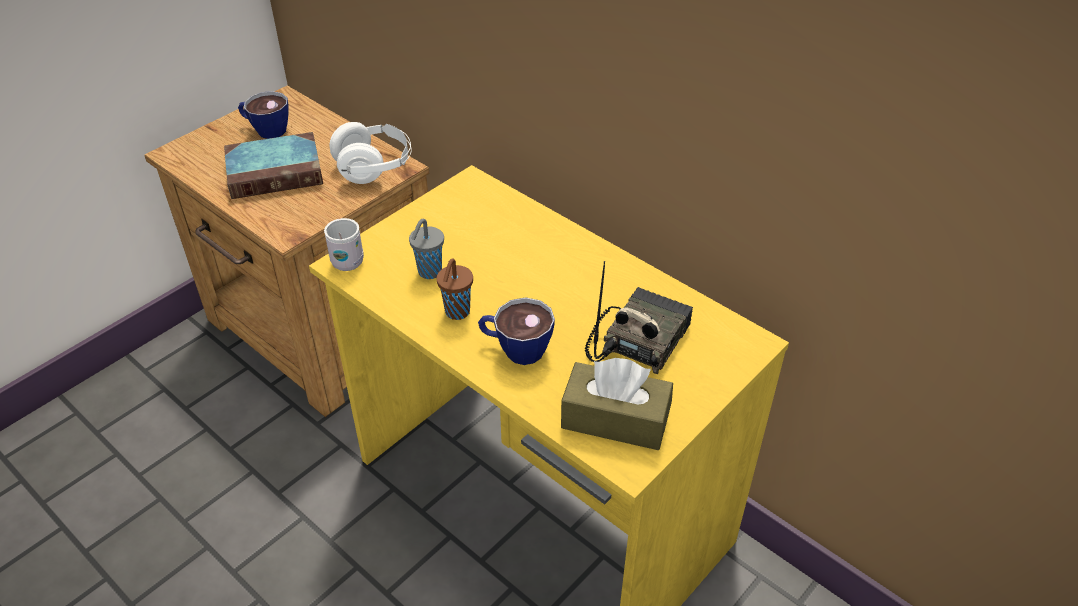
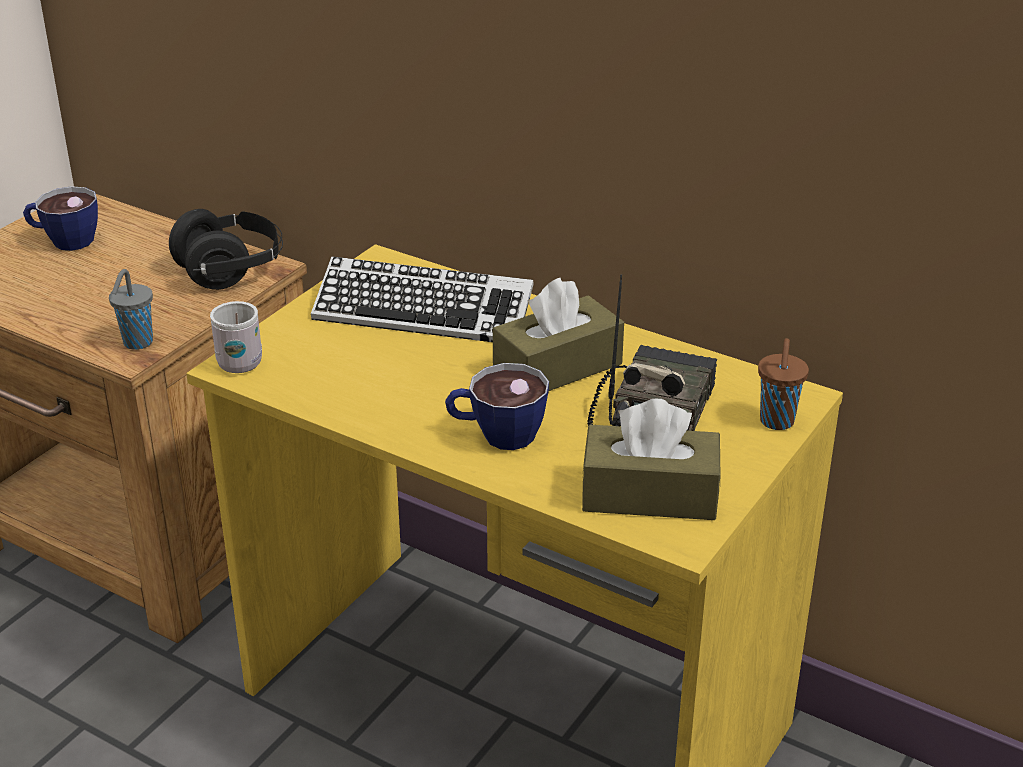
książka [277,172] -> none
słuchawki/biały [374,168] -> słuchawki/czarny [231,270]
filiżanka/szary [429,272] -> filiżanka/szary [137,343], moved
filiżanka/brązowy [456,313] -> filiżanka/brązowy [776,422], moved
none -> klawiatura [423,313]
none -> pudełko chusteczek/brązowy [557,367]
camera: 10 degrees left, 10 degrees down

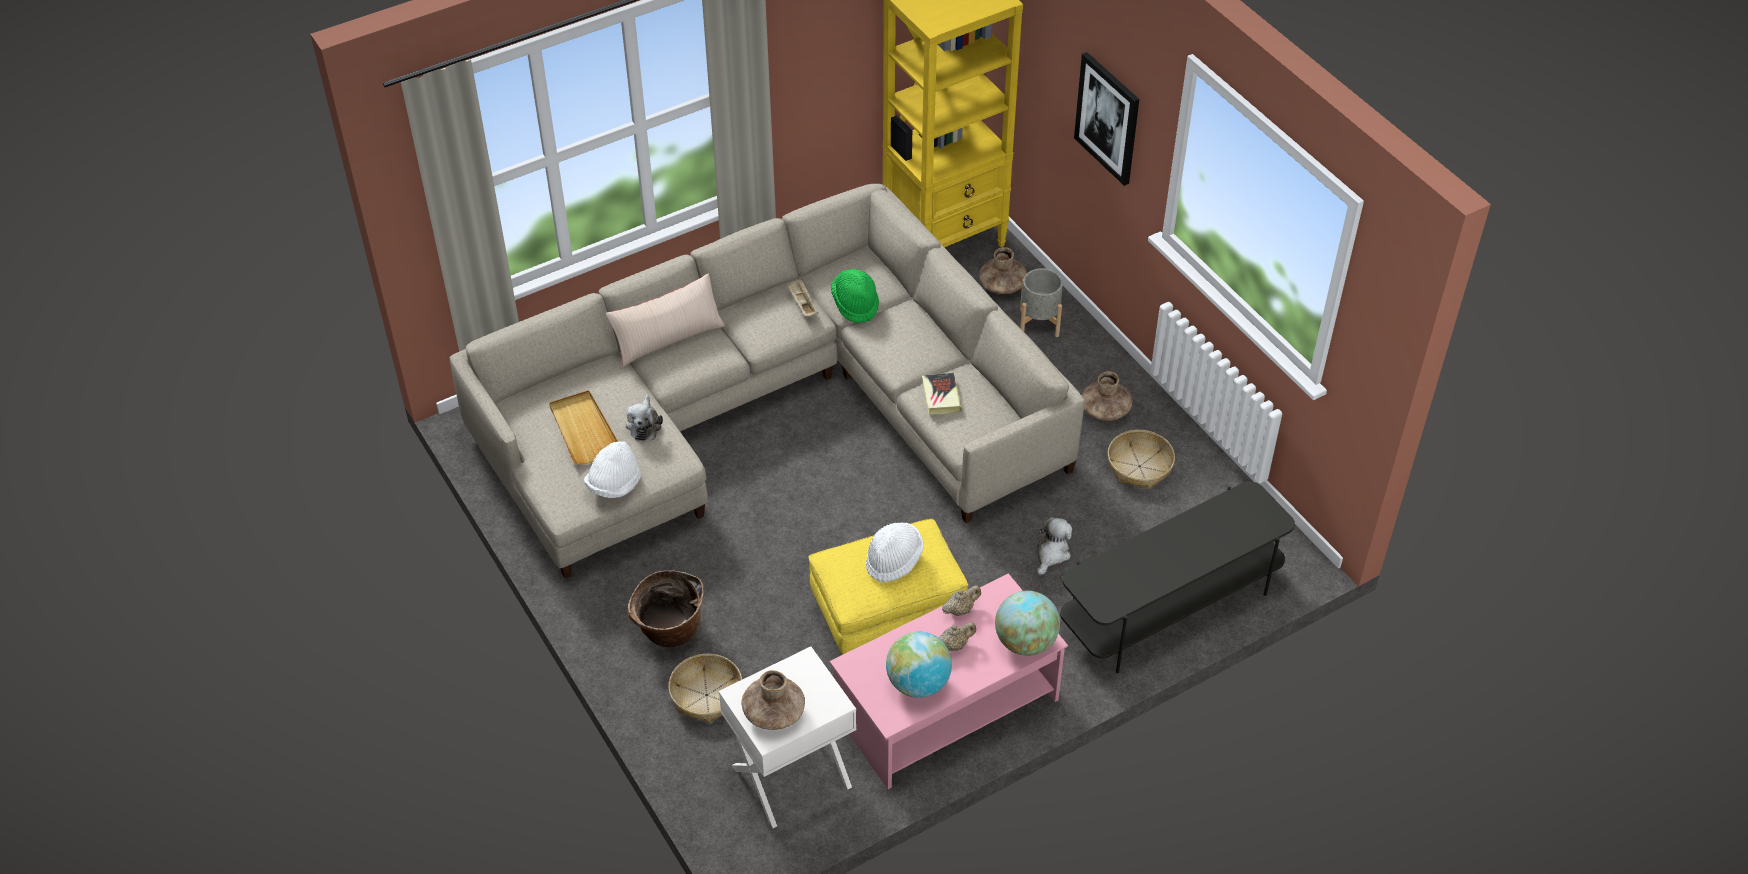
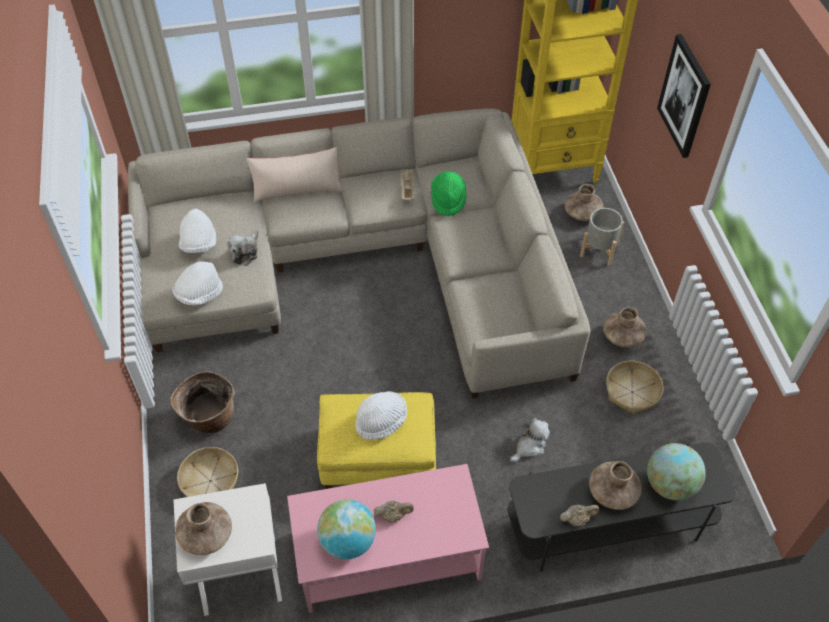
taca/beżowy [583,430] -> kapelusz/biały [199,244]
książka [941,396] -> none
imbryk/beżowy [960,610] -> imbryk/beżowy [577,519], moved
globus [1025,642] -> globus [670,484], moved
none -> wazon/brązowy [612,492]
camera: 20 degrees right, 5 degrees up

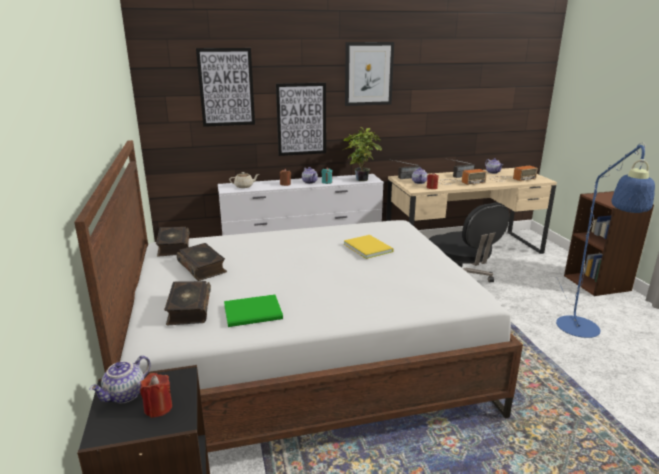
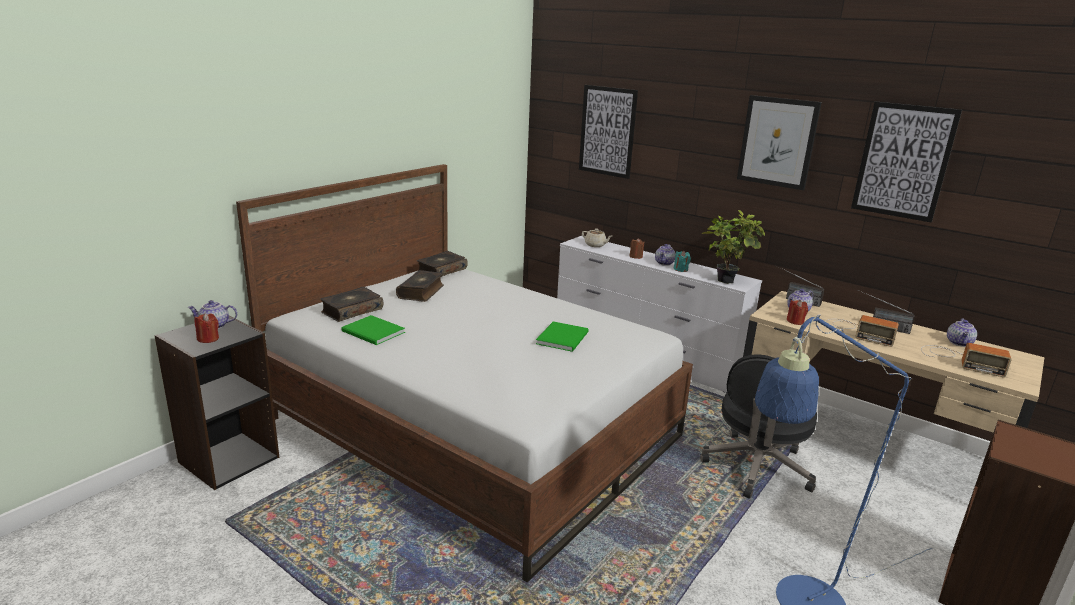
obraz [301,119] -> obraz [903,161], moved
książka/żółty [368,247] -> książka/zielony [564,338]
camera: 50 degrees right, 0 degrees up

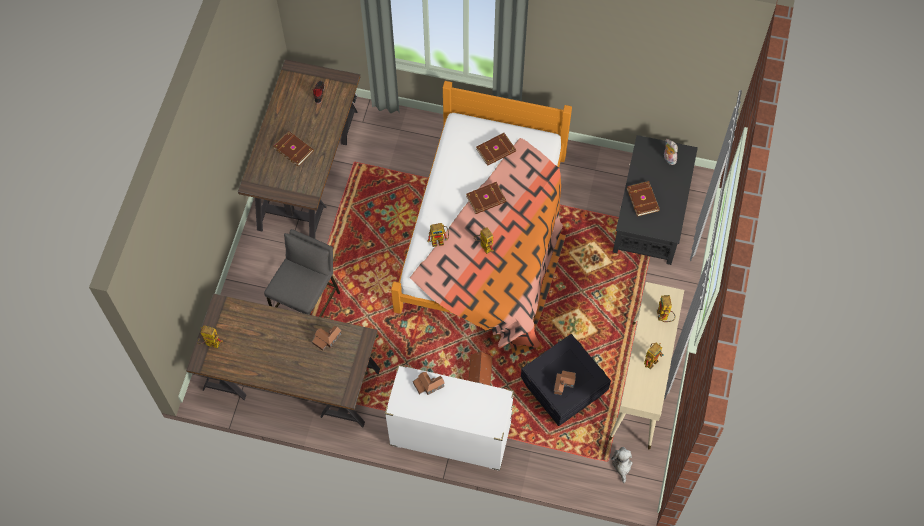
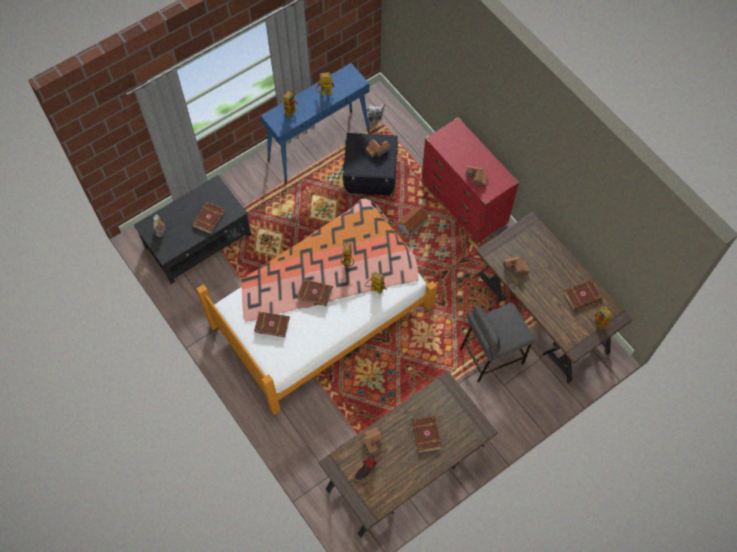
komoda/biały [450,436] -> komoda/czerwony [464,202]
stolik konsolowy/beżowy [641,385] -> stolik konsolowy/niebieski [319,146]
none -> domek [373,442]
none -> książka/brązowy [583,296]
camera: 140 degrees left, 0 degrees up

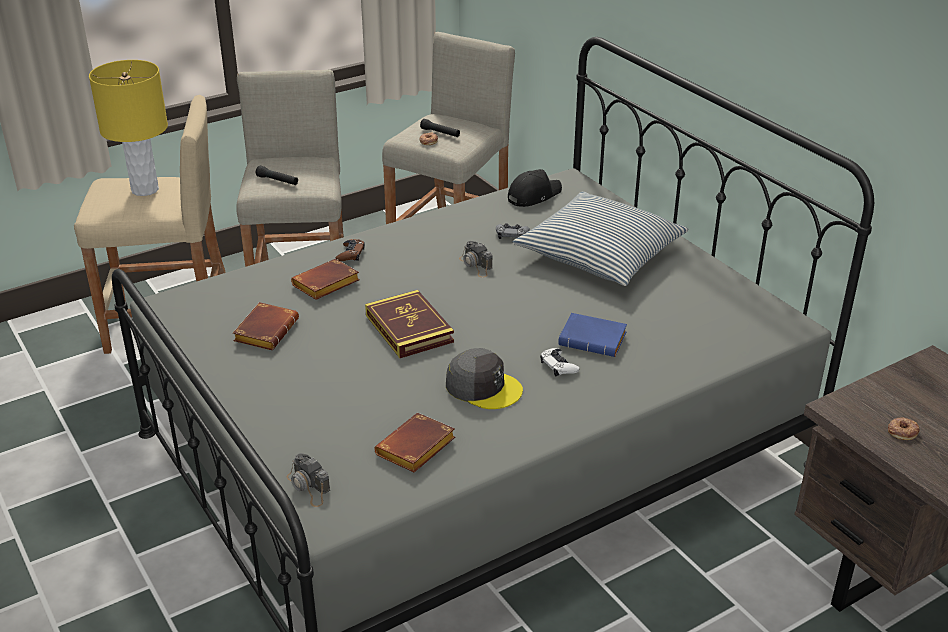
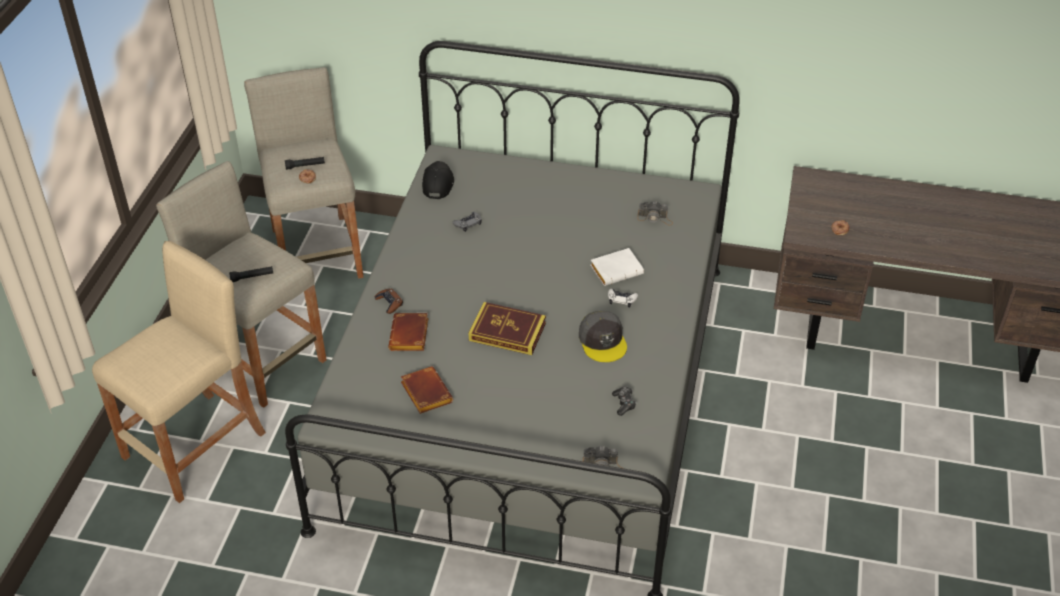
lampa stołowa/żółty [144,190] -> none
książka/brązowy [416,450] -> pad do gier [624,403]
czapka z daszkiem/szary [483,387] -> czapka z daszkiem/szary [603,341], 90 degrees clockwise
aparat fotograficzny [476,265] -> aparat fotograficzny [655,218], moved
poduszka [600,253] -> none
książka/niebieski [594,340] -> książka/biały [617,269]
camera: 45 degrees left, 10 degrees up

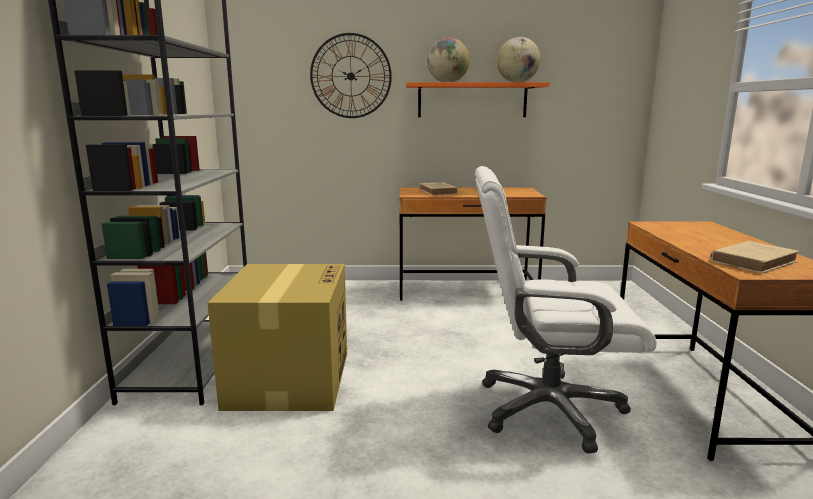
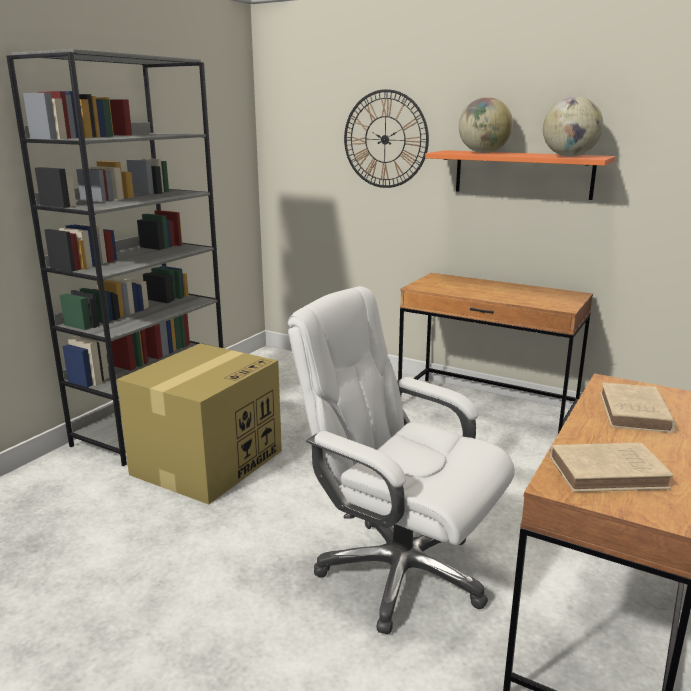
książka/beżowy [438,192] -> książka/beżowy [635,413], moved
camera: 30 degrees right, 5 degrees up

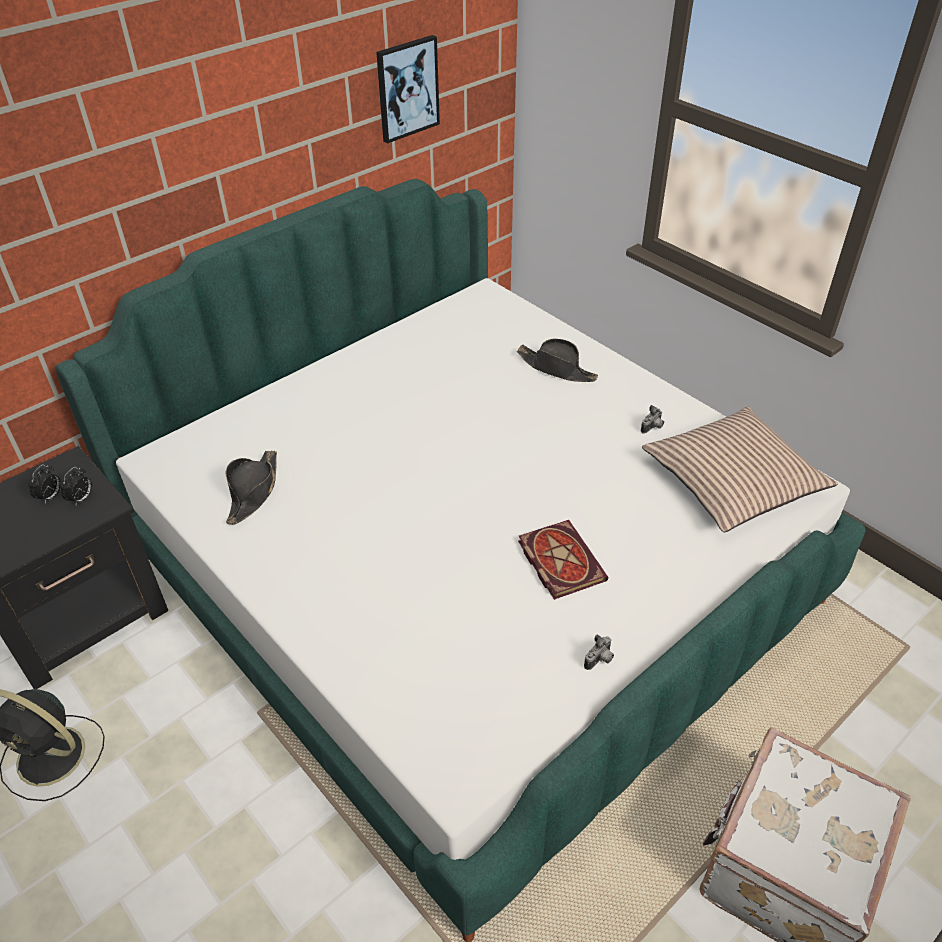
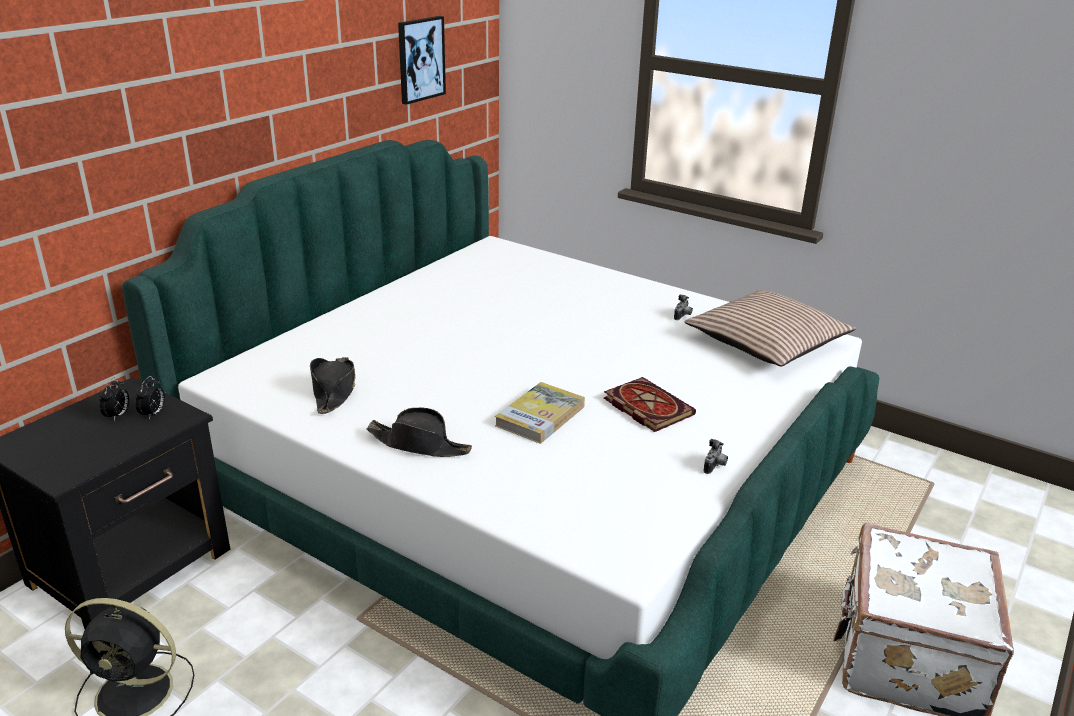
kapelusz/czarny [557,368] -> kapelusz/czarny [419,444], moved
none -> książka [540,416]
camera: 15 degrees left, 15 degrees down

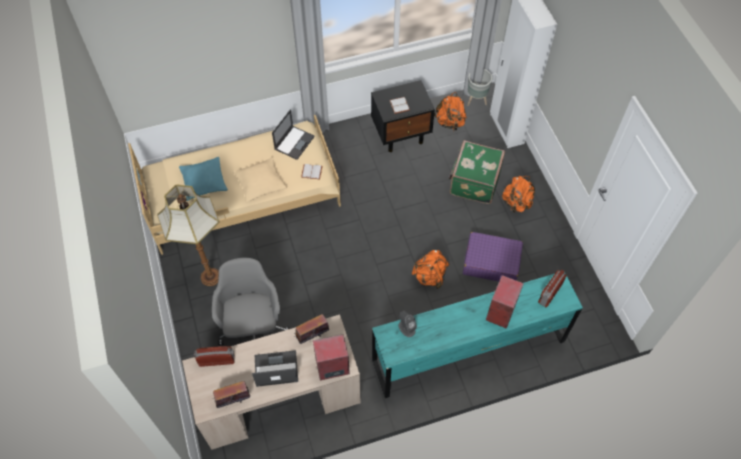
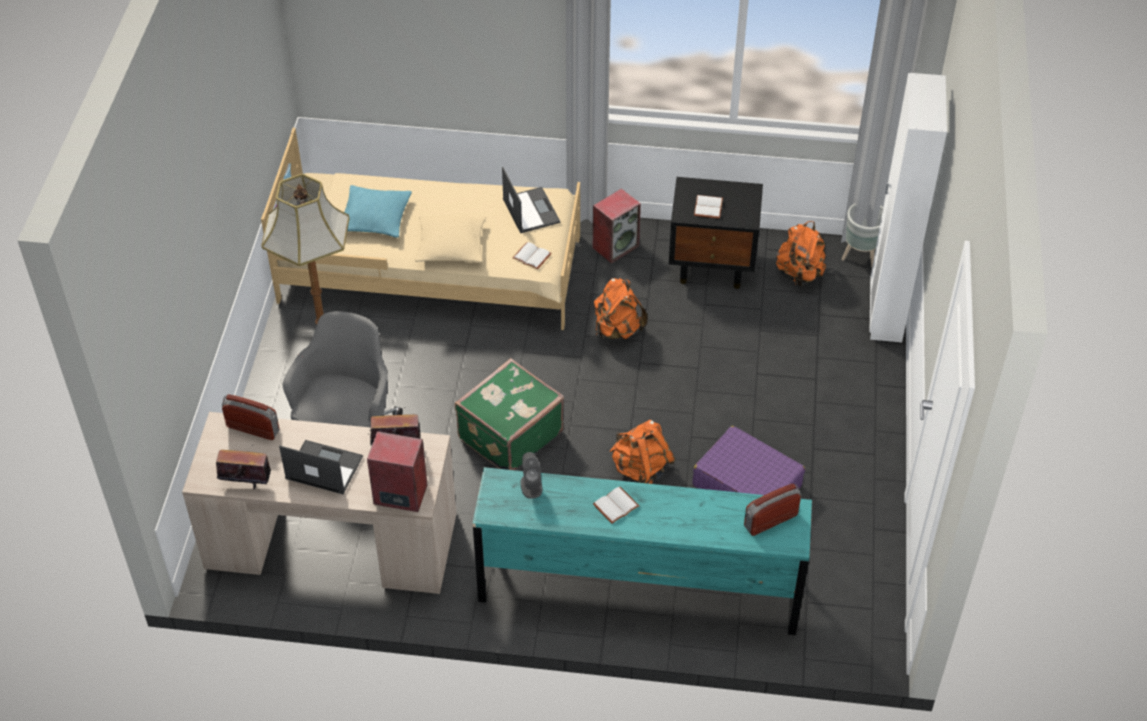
laptop [294,142] -> laptop [530,210], 75 degrees counterclockwise
walizka/zielony [473,182] -> walizka/zielony [508,434], moved
głośnik [500,311] -> głośnik [615,246], moved
plecak/pomarańczowy [516,203] -> plecak/pomarańczowy [617,329], moved
none -> książka/biały [616,507]
camera: 25 degrees right, 10 degrees down

